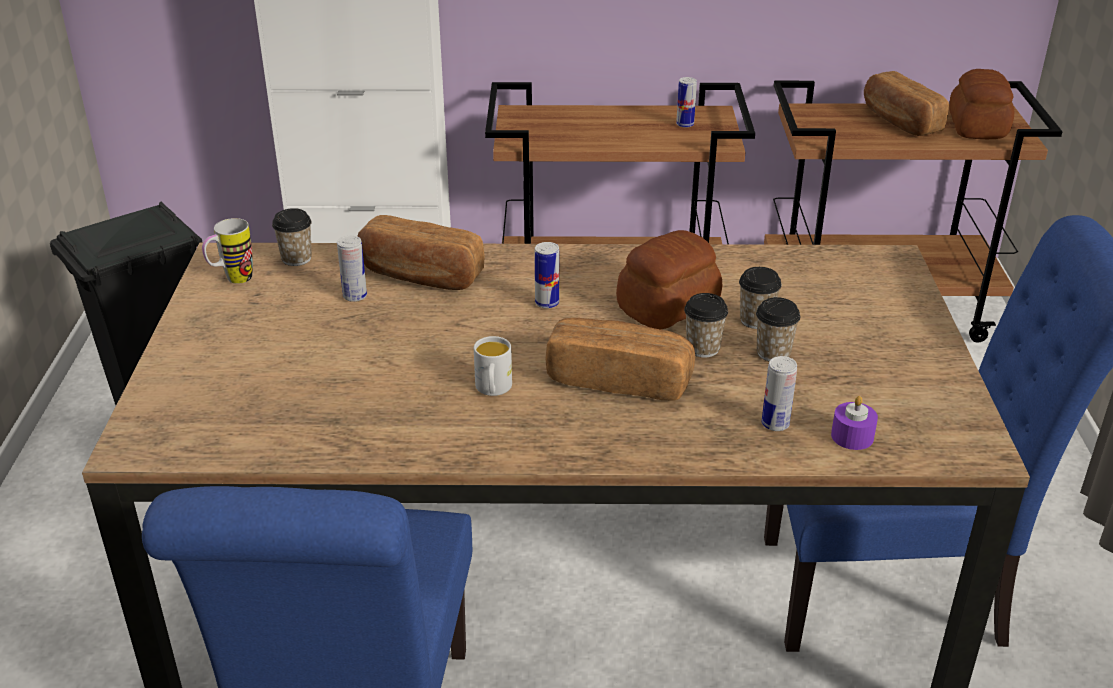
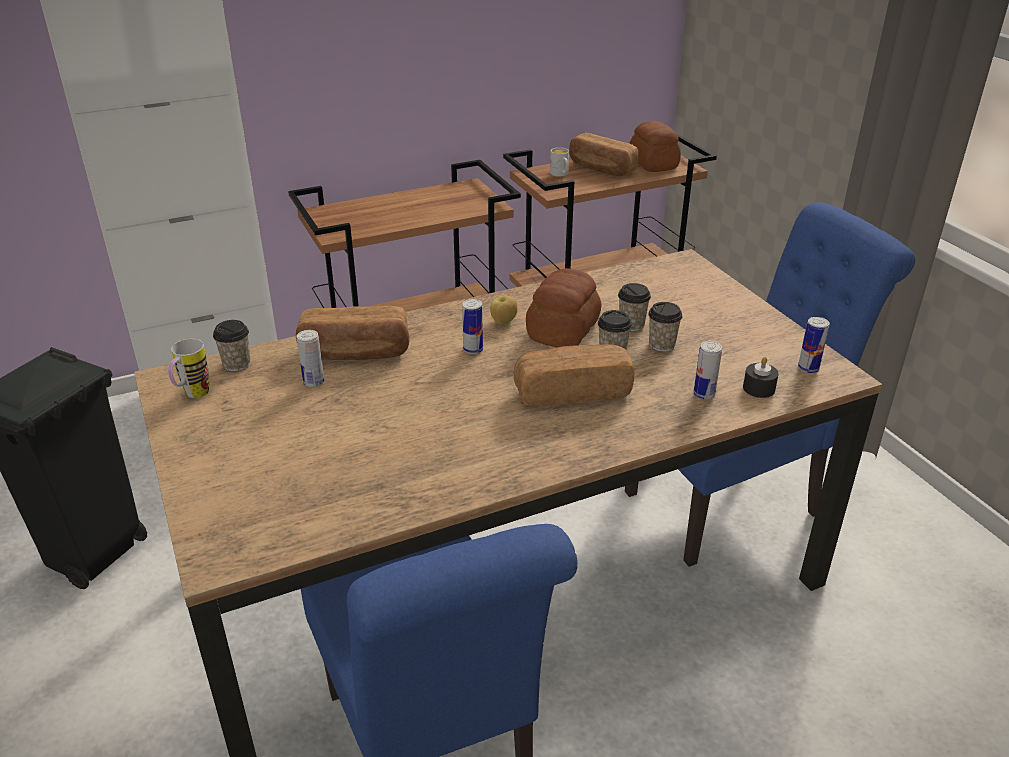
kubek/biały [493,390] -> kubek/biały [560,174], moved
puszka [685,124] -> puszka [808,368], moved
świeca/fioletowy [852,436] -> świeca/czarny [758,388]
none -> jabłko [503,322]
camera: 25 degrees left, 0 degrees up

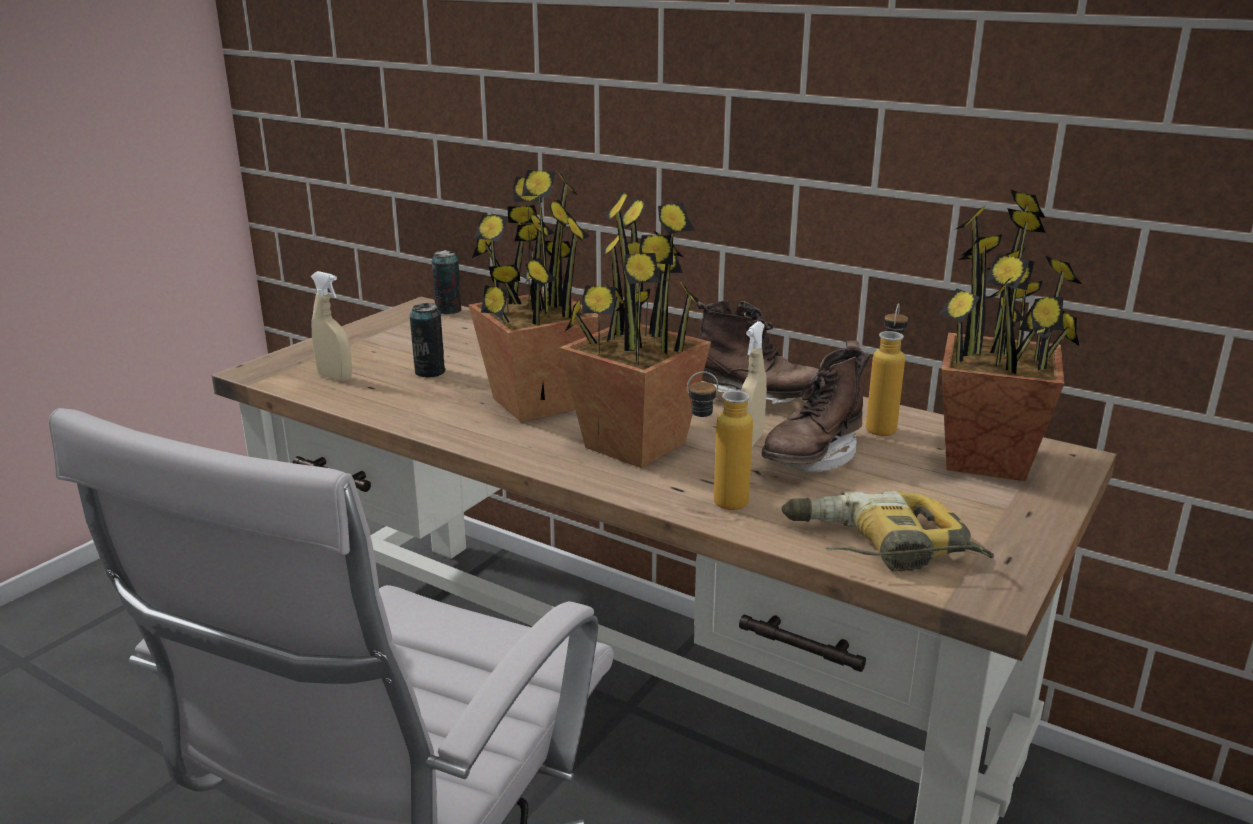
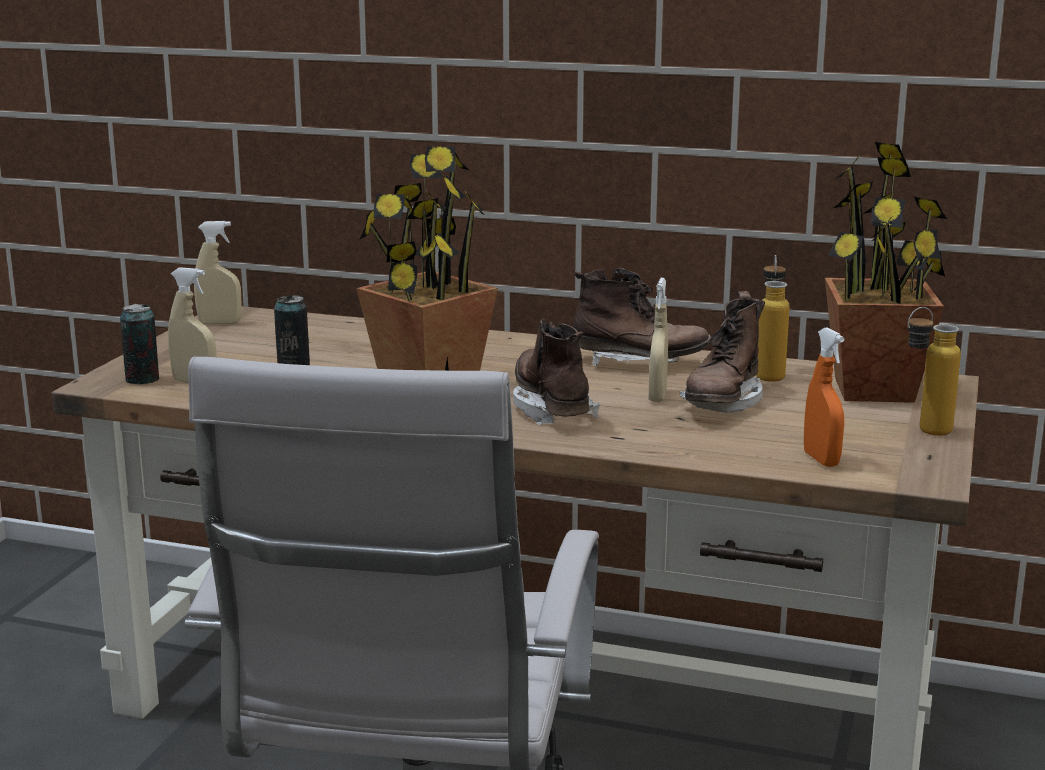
puszka [448,310] -> puszka [142,380], moved
roślina doniczkowa [634,444] -> but z cholewką/brązowy [551,409]
butelka [716,503] -> butelka [923,432], moved
wiertarka [879,548] -> spryskiwacz/pomarańczowy [821,460]
none -> spryskiwacz/beżowy [219,323]
camera: 15 degrees left, 5 degrees down

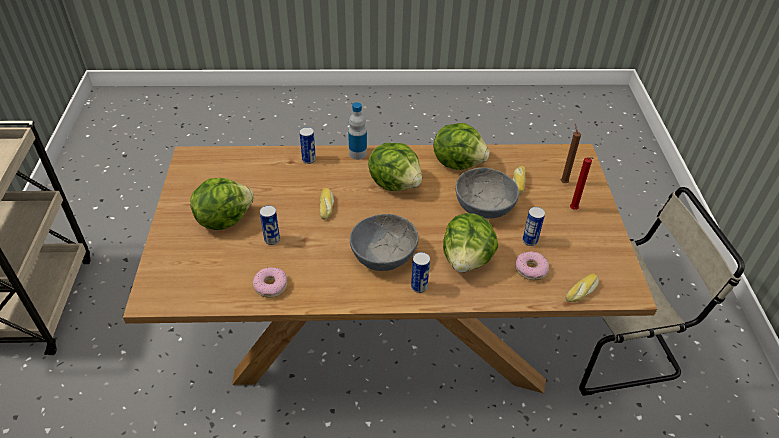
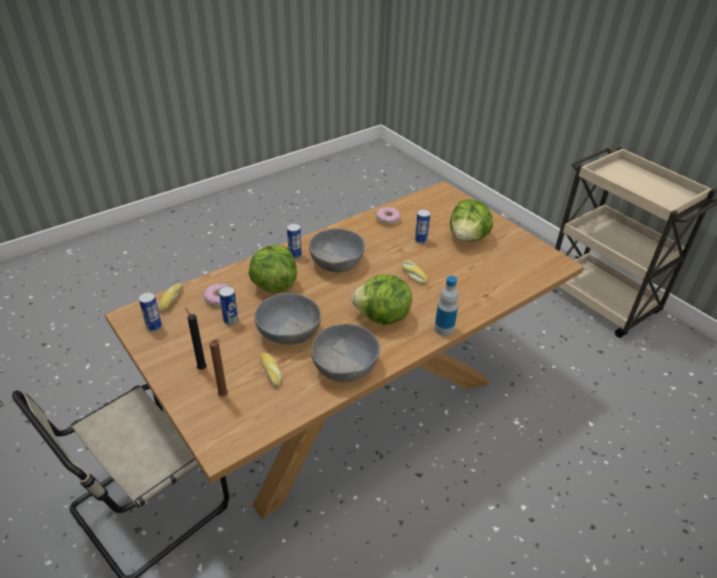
puszka [309,159] -> puszka [154,327], moved
sałata [458,162] -> miska/szary [345,366]
świeca/czerwony [574,210] -> świeca/czarny [201,368]
camera: 145 degrees right, 5 degrees down

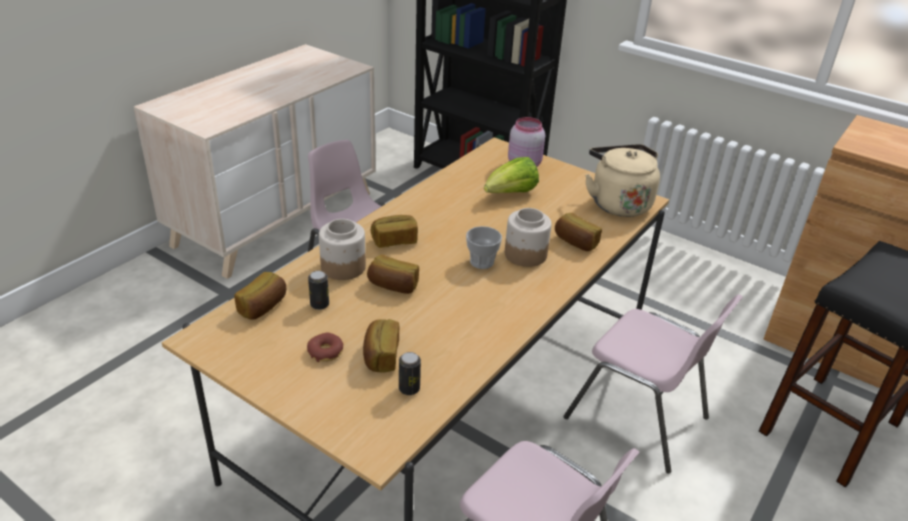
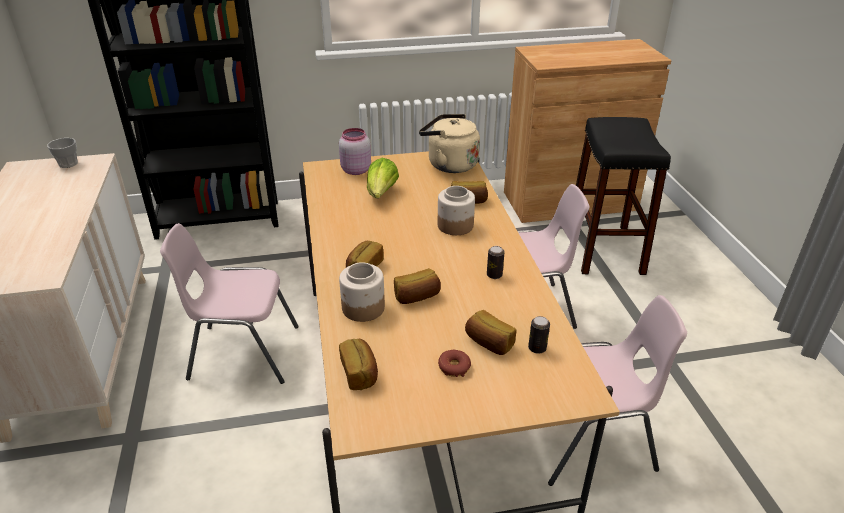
puszka [319,304] -> puszka [494,275], moved
filiżanka [481,262] -> filiżanka [68,164], moved
camera: 45 degrees left, 0 degrees up

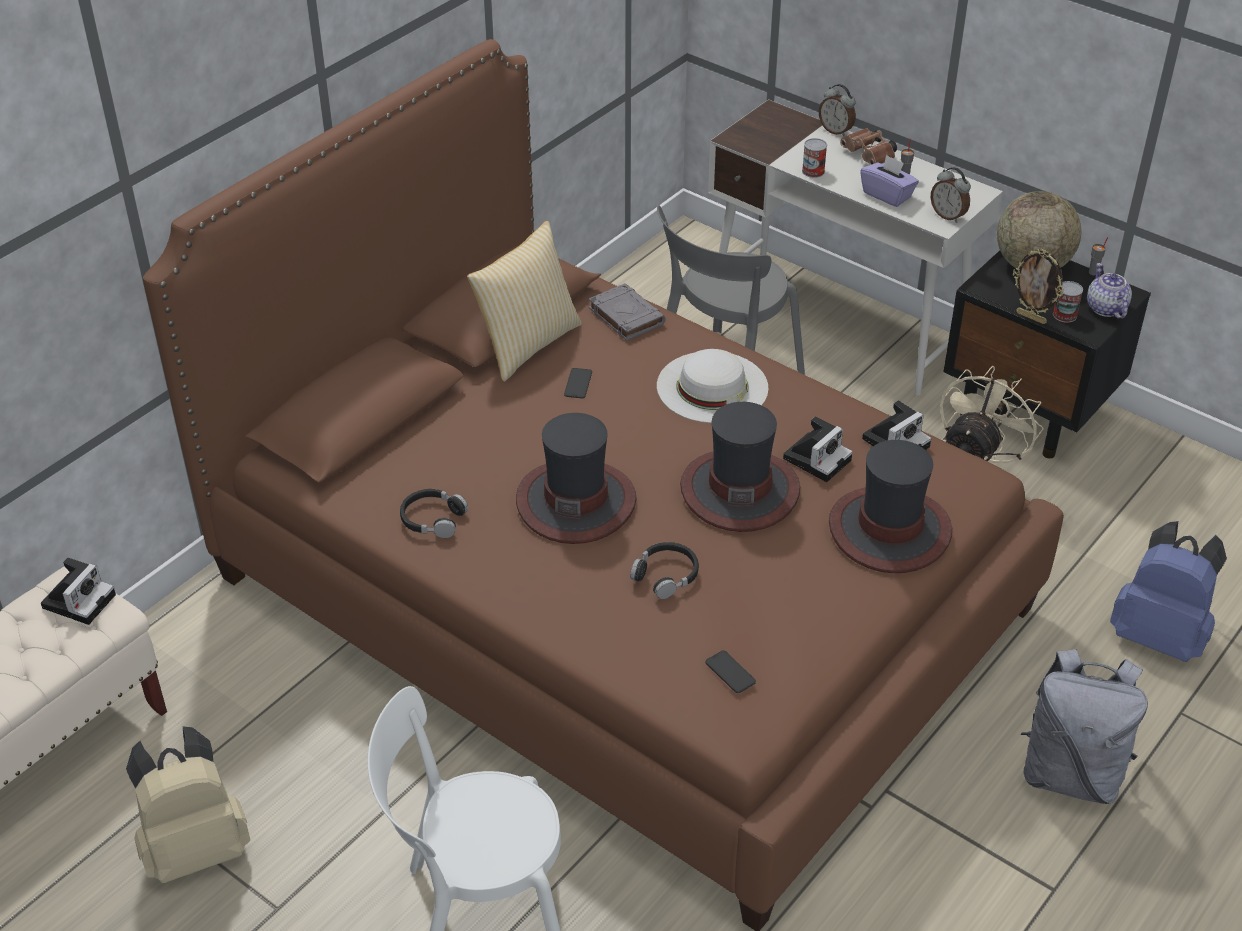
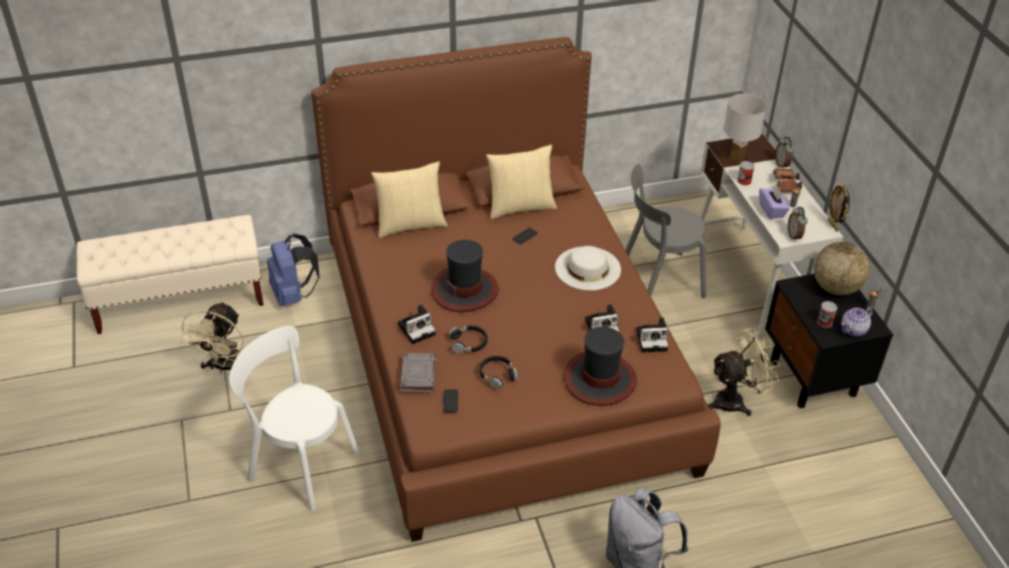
aparat fotograficzny [80,599] -> aparat fotograficzny [417,329], moved
plecak/beżowy [196,848] -> wentylator/beżowy [223,367]
słuchawki/czarny [432,519] -> słuchawki/czarny [497,375], moved
książka/szary [625,316] -> książka/szary [418,375], moved
kapelusz [739,490] -> none
ramka na zdjęcie [1031,317] -> ramka na zdjęcie [833,226], moved
imbryk [1106,308] -> imbryk [854,330], 150 degrees counterclockwise
plecak/niebieski [1159,636] -> plecak/niebieski [293,295], moved
none -> poduszka [410,224]
none -> lampa stołowa/biały [737,160]
camera: 35 degrees right, 0 degrees up

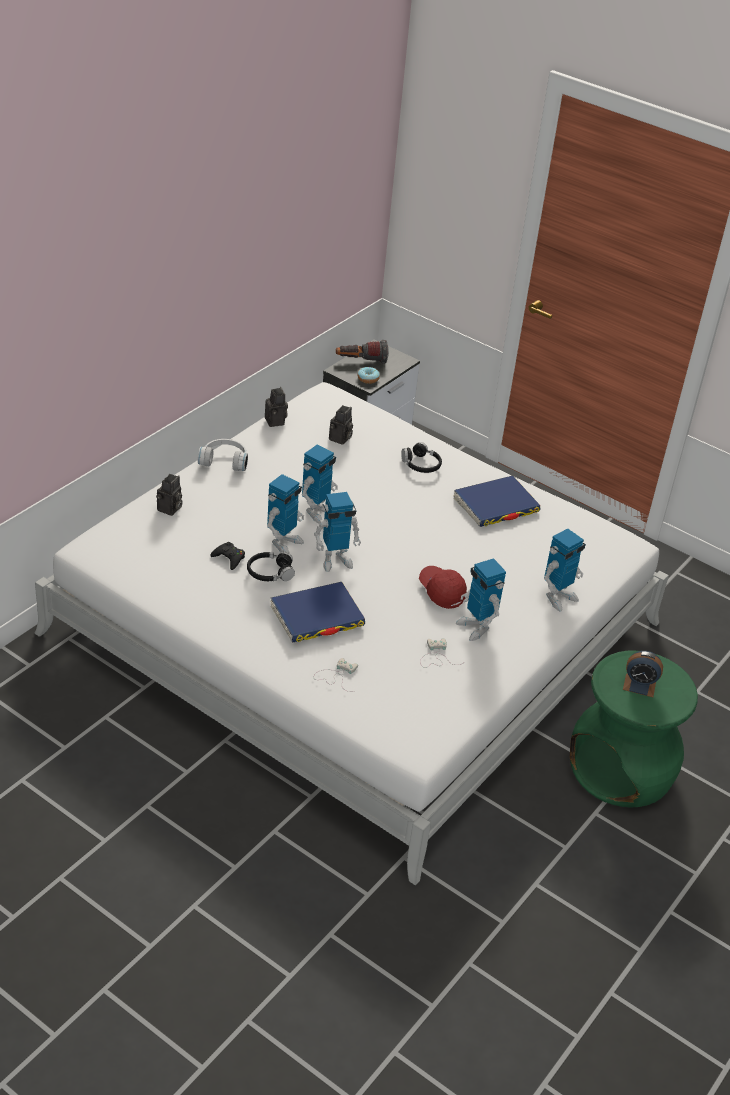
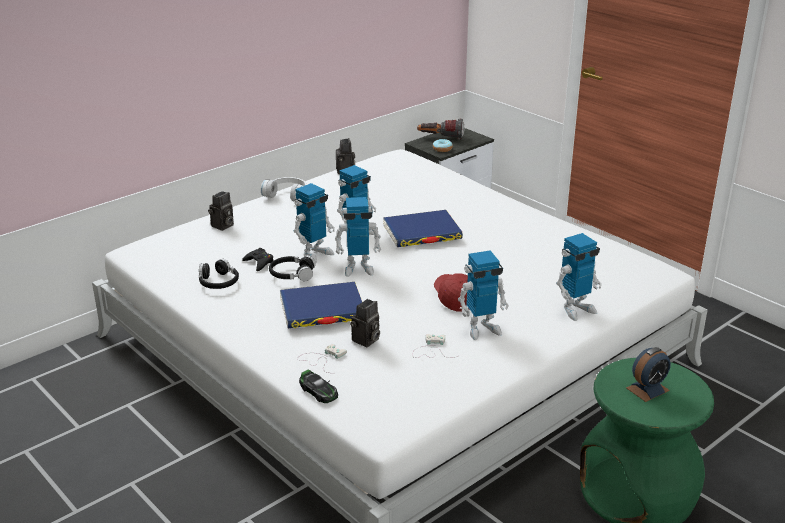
aparat fotograficzny [340,439] -> aparat fotograficzny [366,341], moved
słuchawki/czarny [421,464] -> słuchawki/czarny [218,282], moved
książka/niebieski [496,505] -> książka/niebieski [422,232], moved
robot zabawkowy [476,627] -> robot zabawkowy [481,328], 90 degrees counterclockwise
budzik [639,685] -> budzik [647,389], 60 degrees counterclockwise
none -> samochodzik [318,391]
camera: 15 degrees right, 10 degrees down

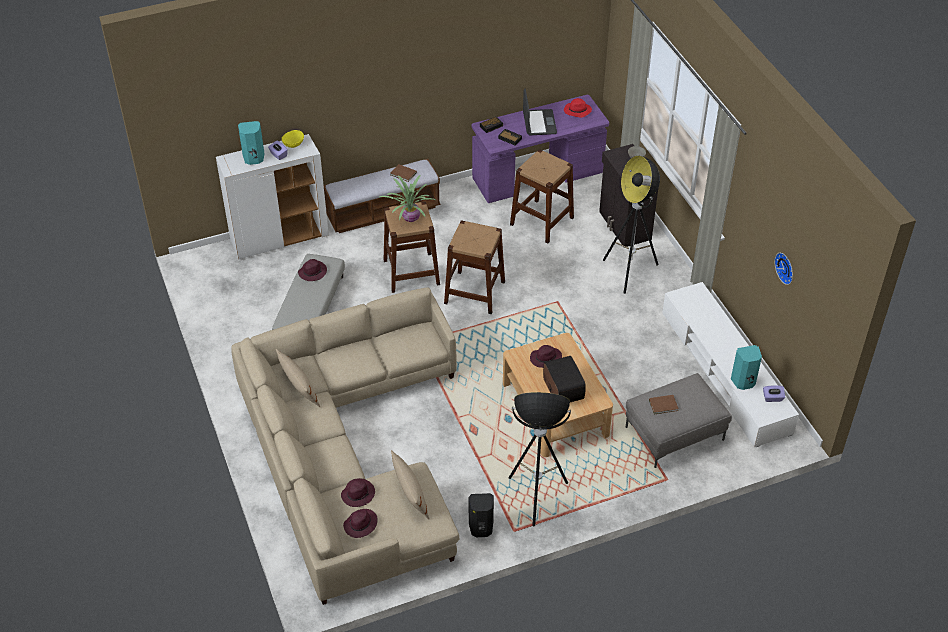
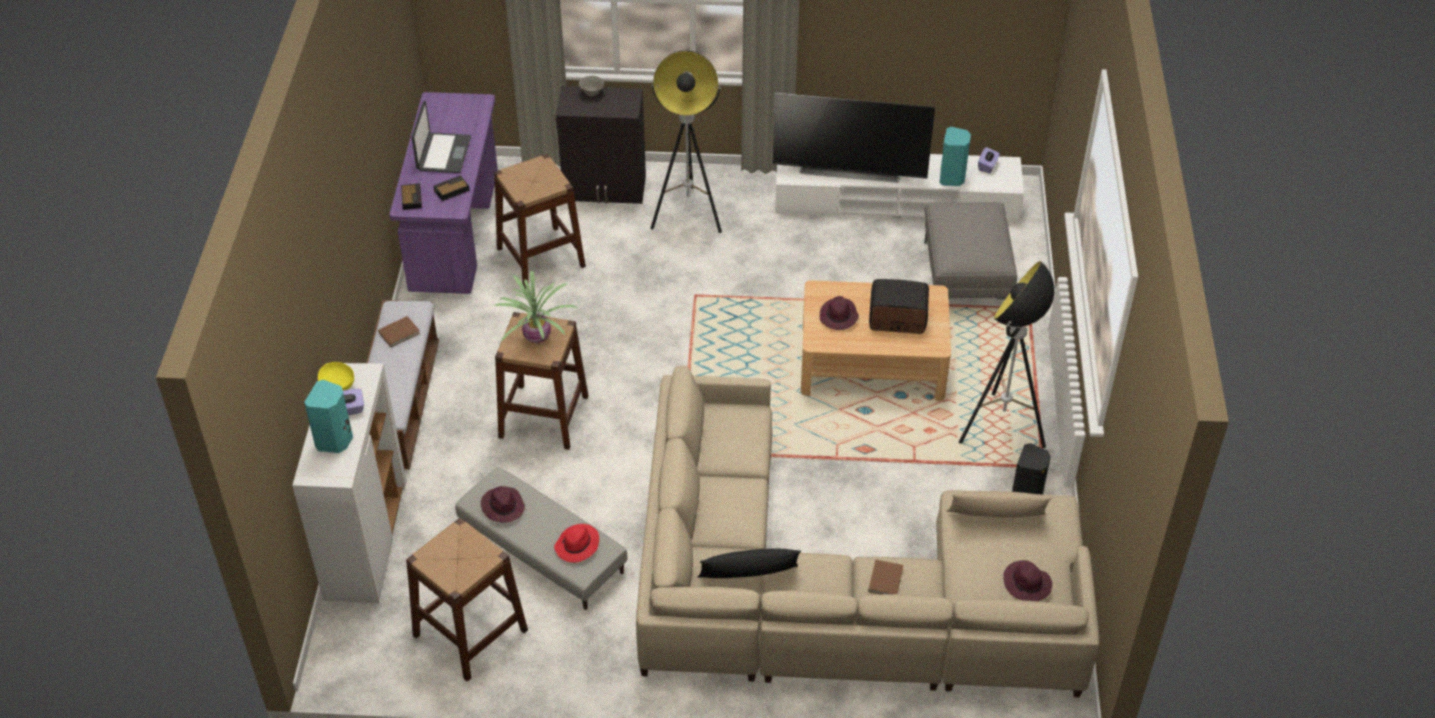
poduszka/beżowy [299,388] -> poduszka/czarny [749,578]
kapelusz/fioletowy [358,494] -> none
stołek/brązowy [474,292] -> stołek/brązowy [470,632], moved
laptop [539,123] -> laptop [443,154], 75 degrees clockwise
kapelusz/czerwony [577,111] -> kapelusz/czerwony [577,546], moved
książka/brązowy [664,405] -> książka/brązowy [886,579], moved
zegar ścienny [786,267] -> none
none -> telewizor [850,169]
camera: 65 degrees left, 0 degrees up

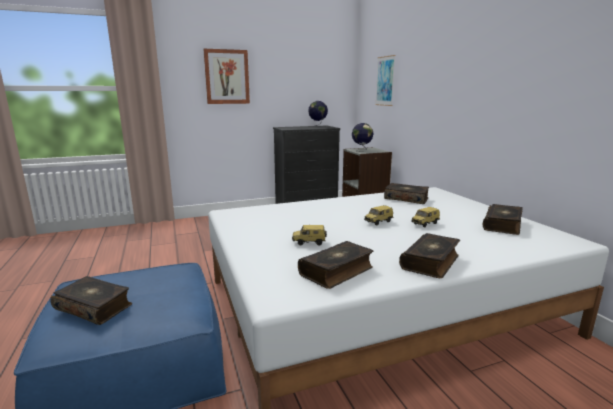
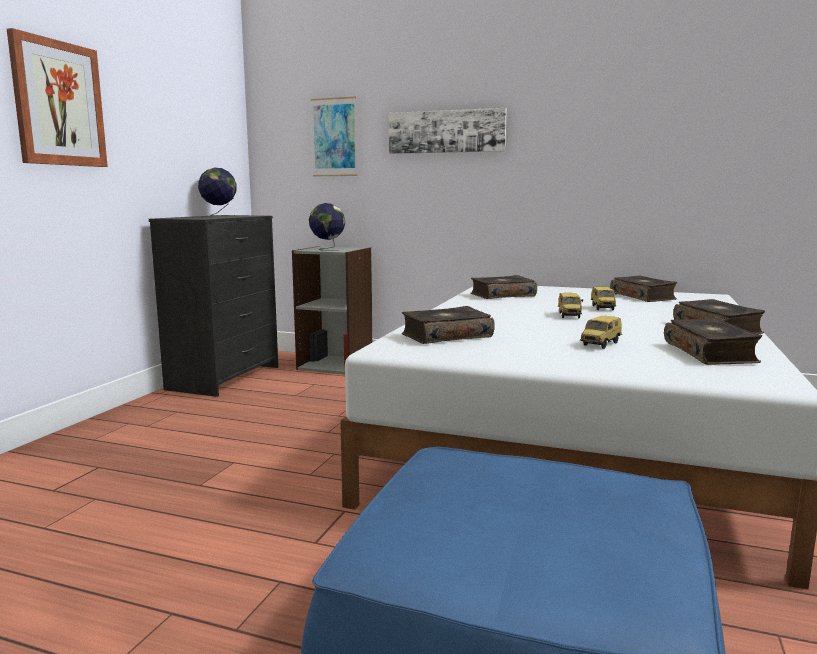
książka [94,307] -> książka [446,336], moved
none -> obraz [446,131]
camera: 50 degrees left, 5 degrees down

